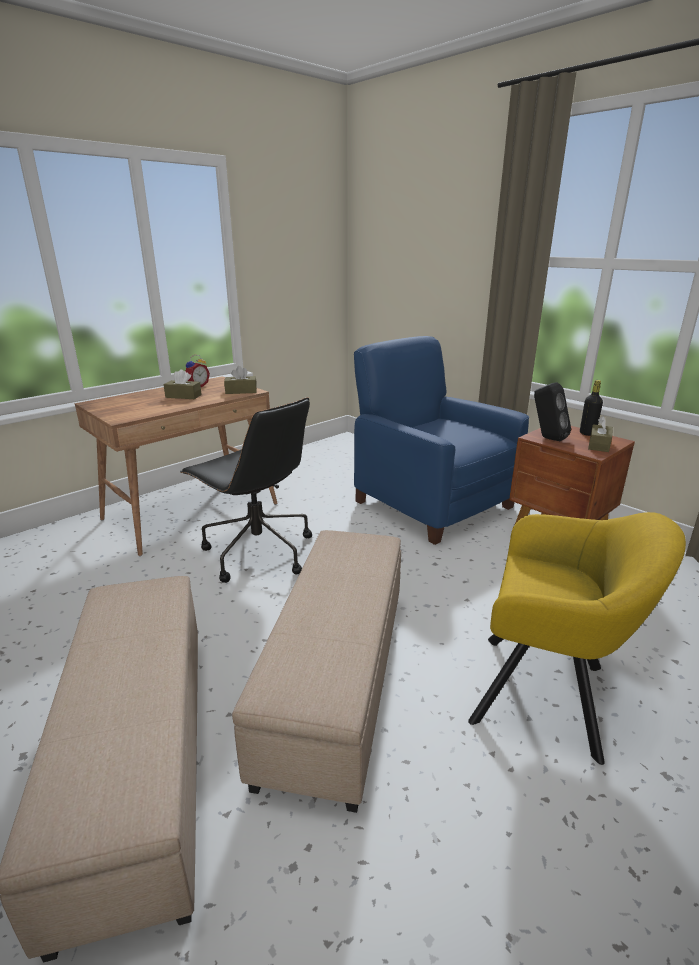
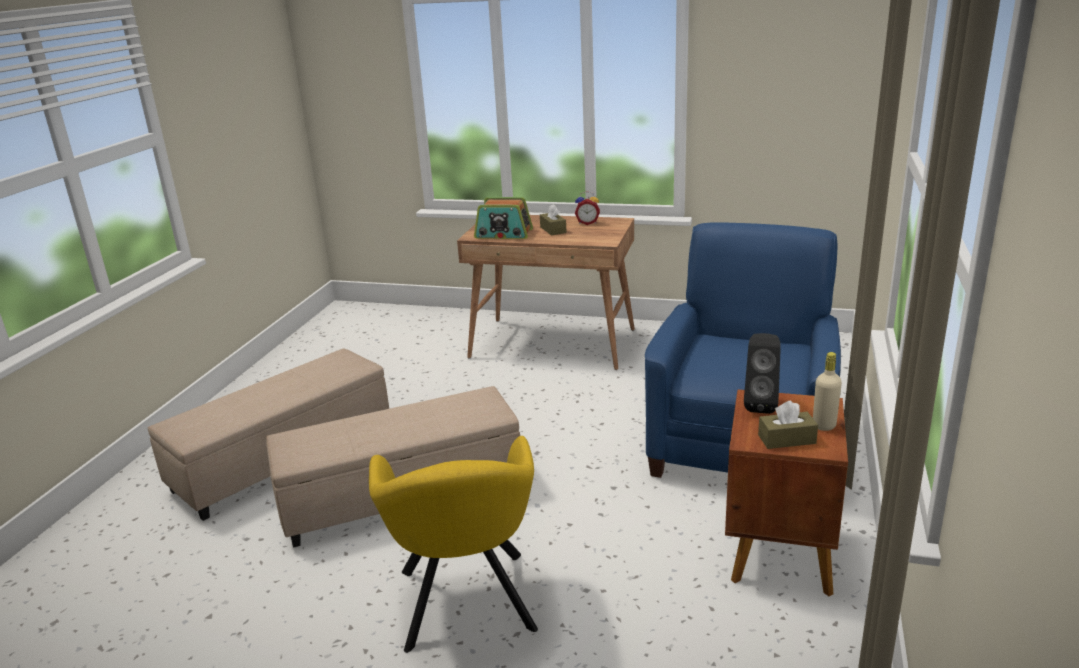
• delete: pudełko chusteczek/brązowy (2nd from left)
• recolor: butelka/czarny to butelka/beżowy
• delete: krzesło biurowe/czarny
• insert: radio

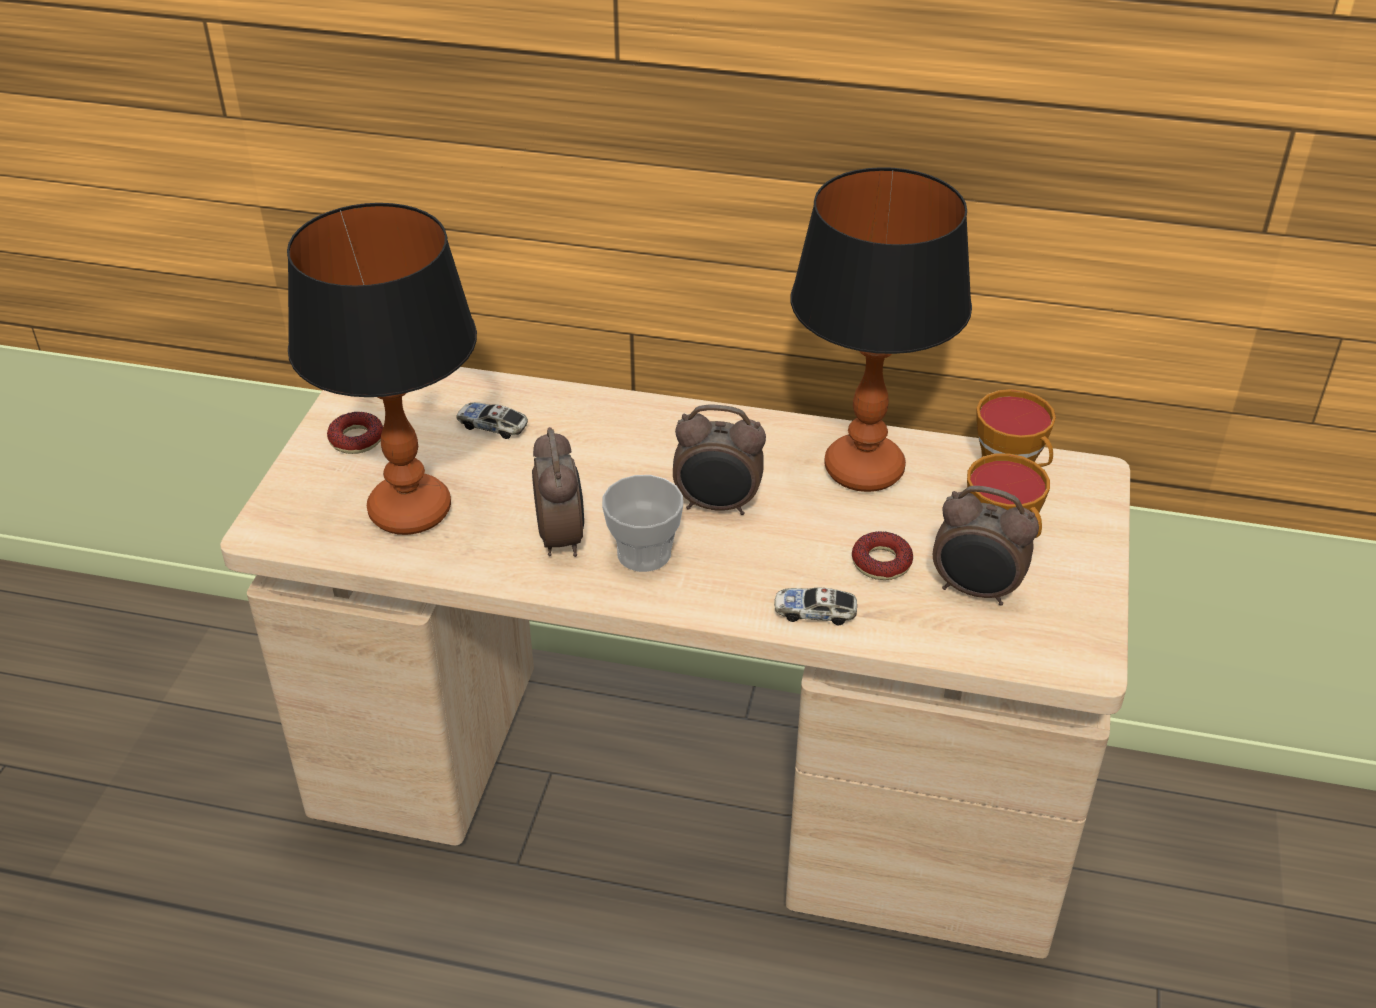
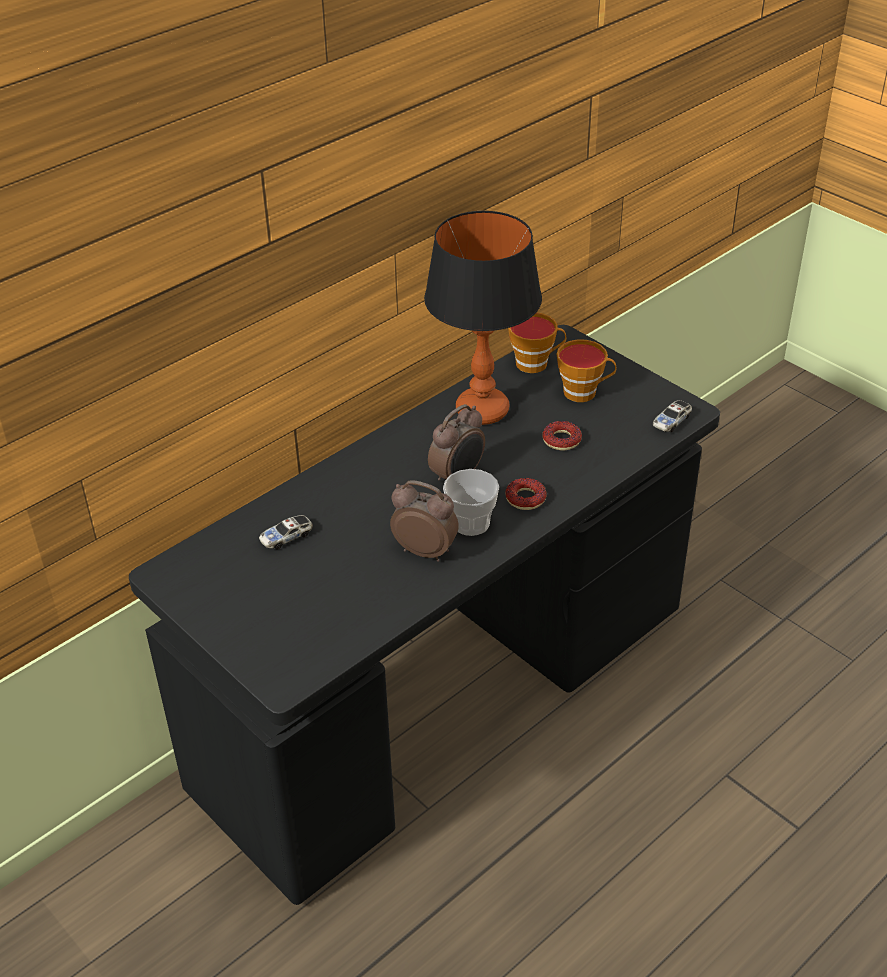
• delete: lampa stołowa (1st from left)
• recolor: biurko/beżowy to biurko/czarny
• move: donut (1st from left)
• delete: budzik (3rd from left)
• move: samochodzik (2nd from left)

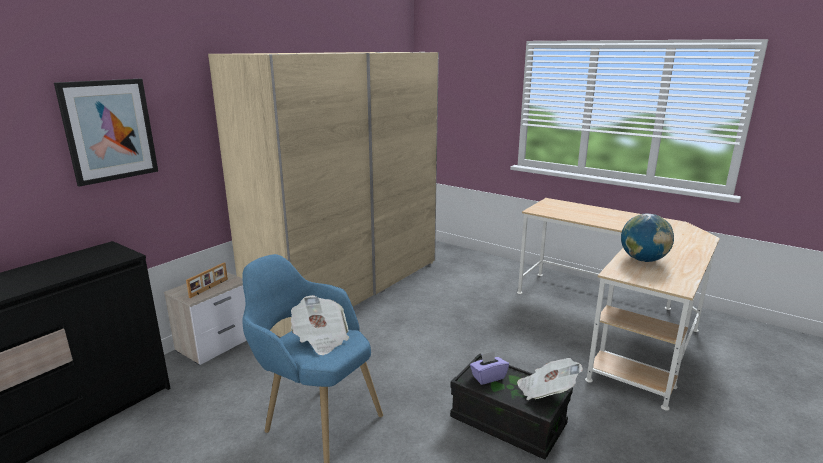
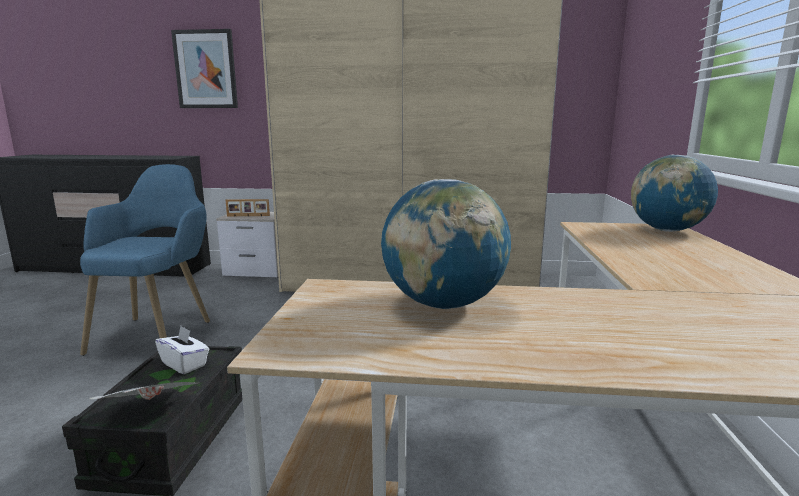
• delete: gazeta (1st from left)
• recolor: pudełko chusteczek/fioletowy to pudełko chusteczek/biały
• insert: globus (2nd from left)

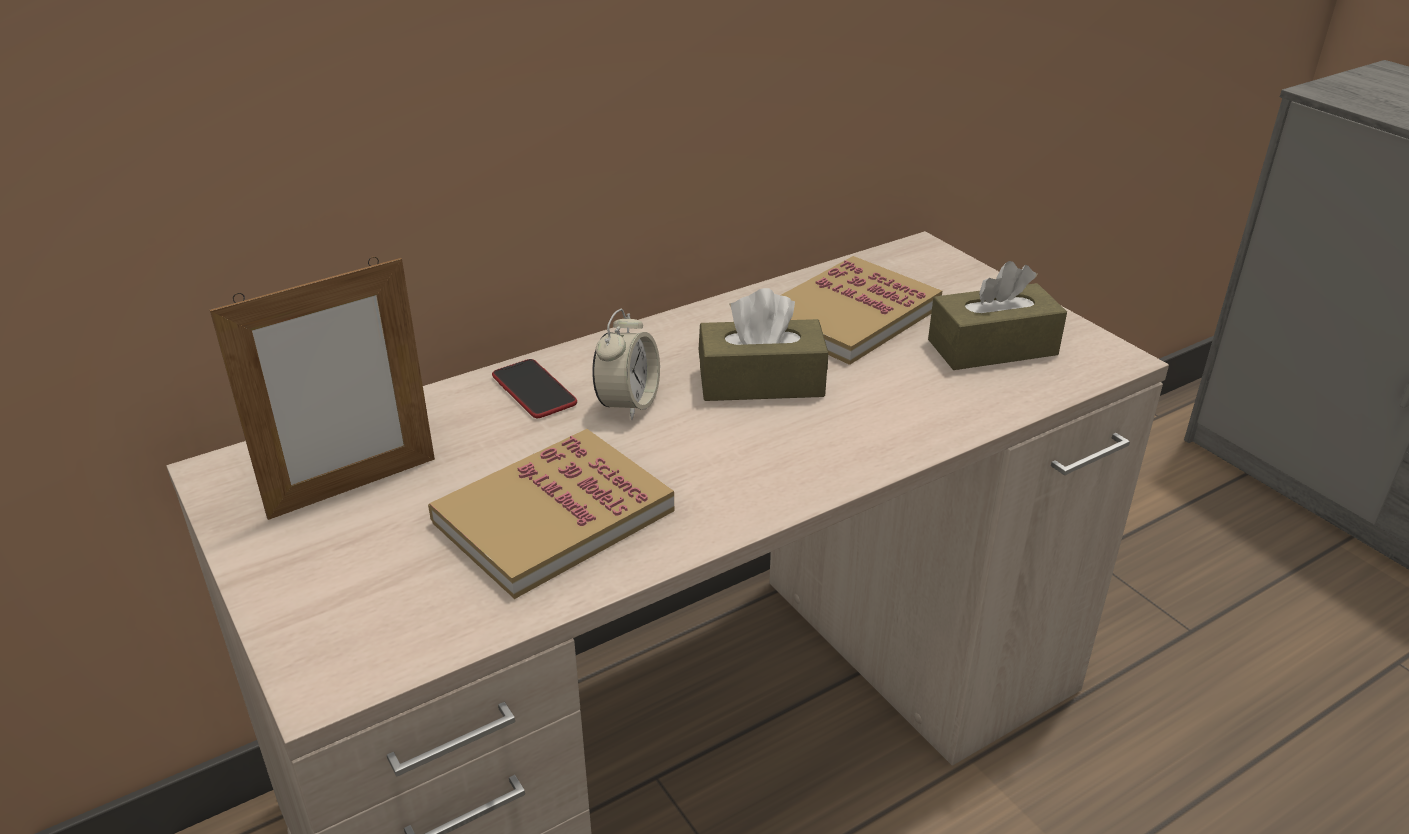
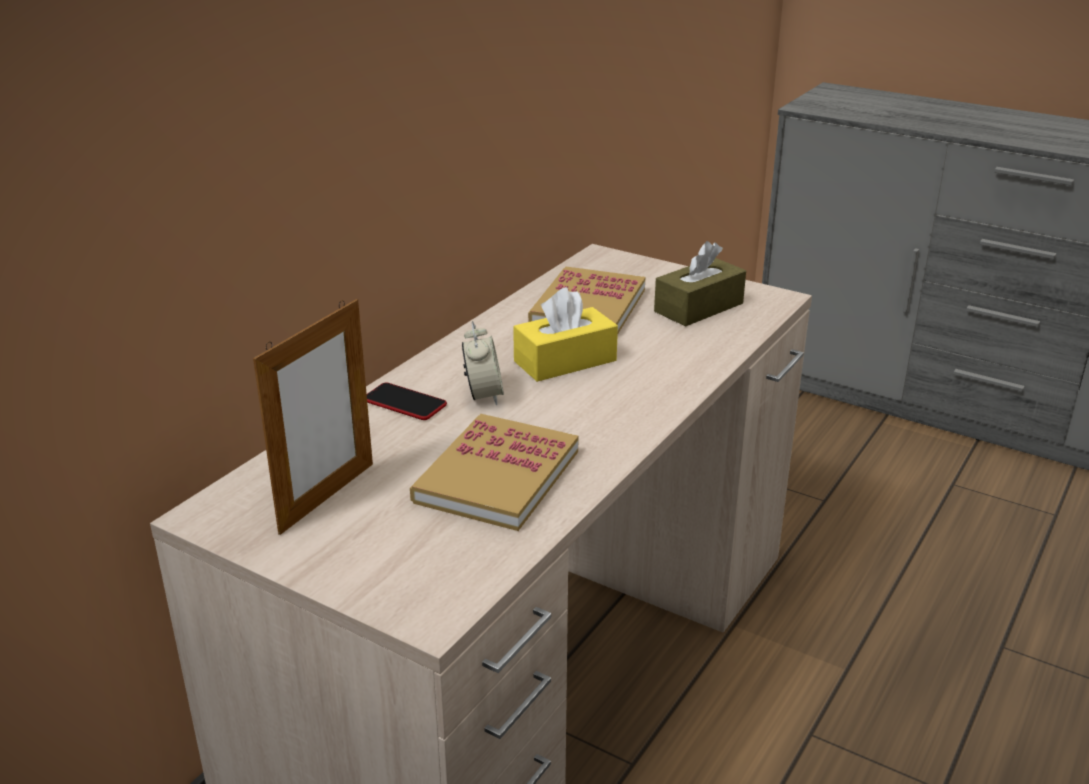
• recolor: pudełko chusteczek/brązowy (1st from left) to pudełko chusteczek/żółty

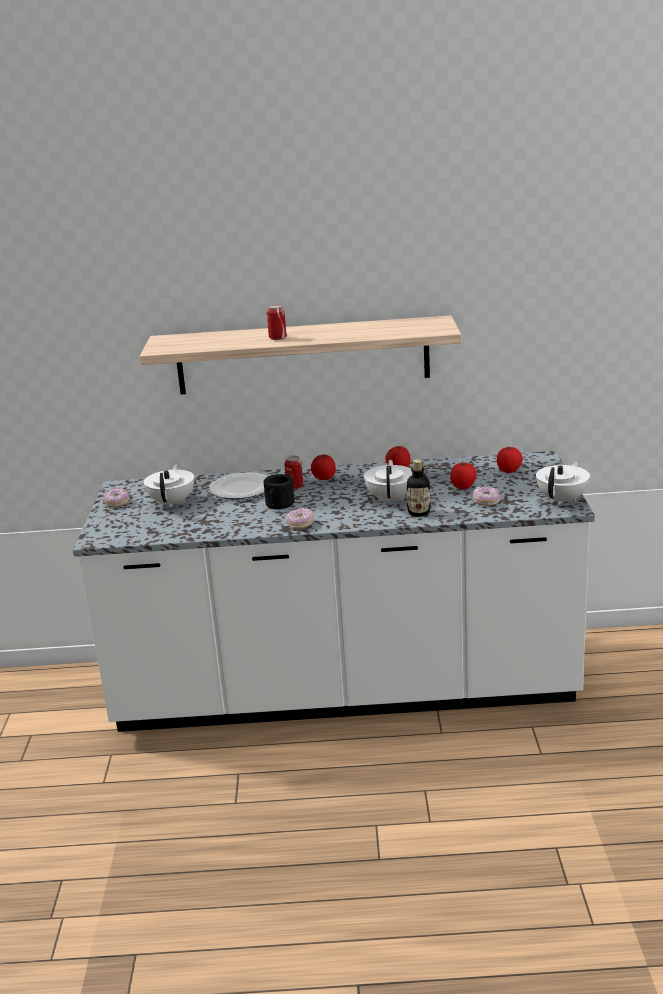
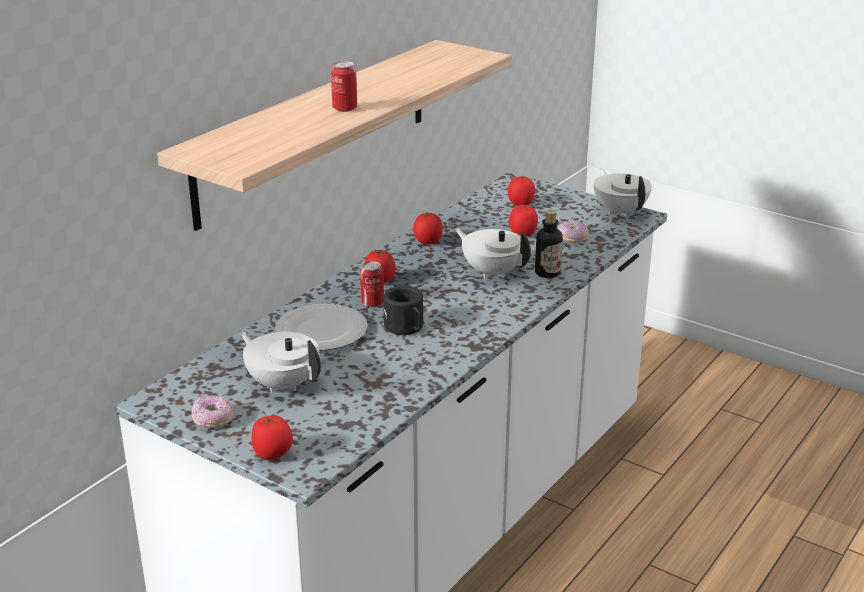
• delete: donut (2nd from left)
• insert: pomidor (1st from left)

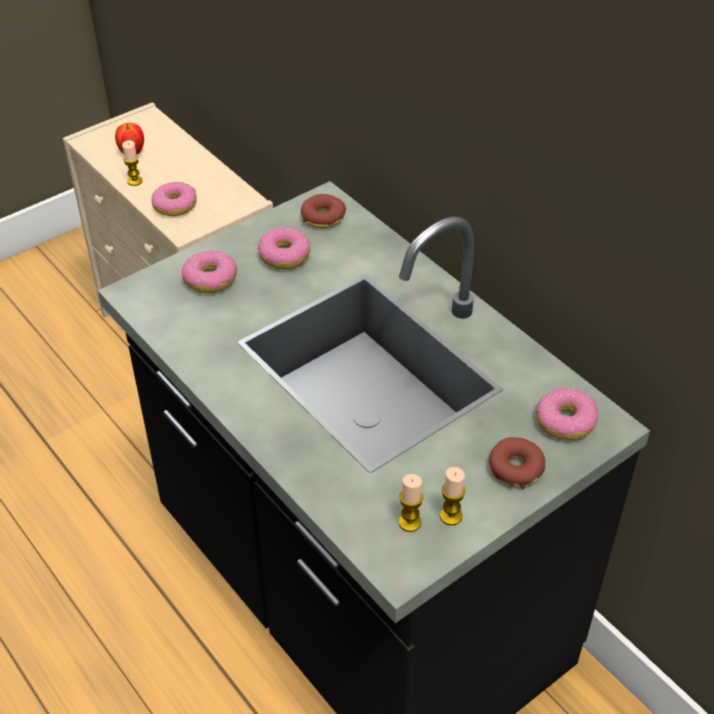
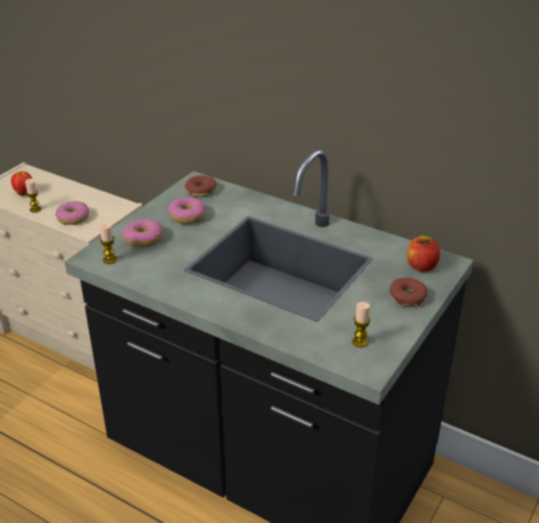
• replace: donut (6th from left) to jabłko (2nd from left)
• move: świeca (3rd from left in the first image) to świeca (2nd from left)

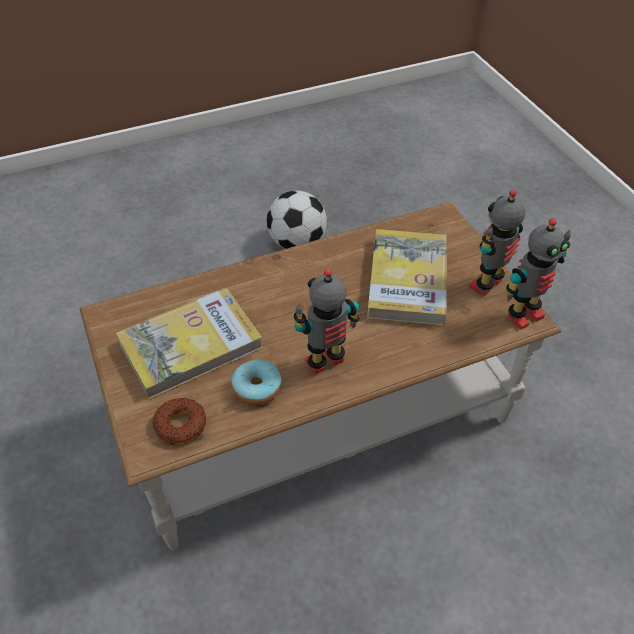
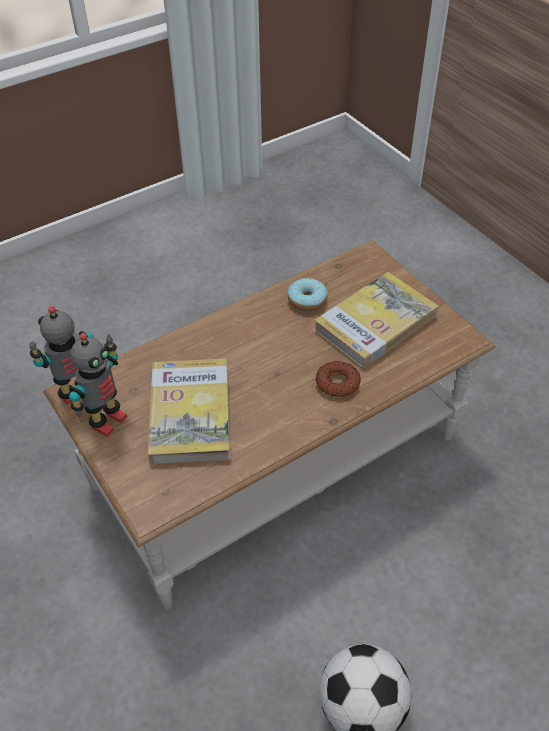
• delete: robot zabawkowy (1st from left)
• move: donut (1st from left in the first image) to donut (2nd from left)

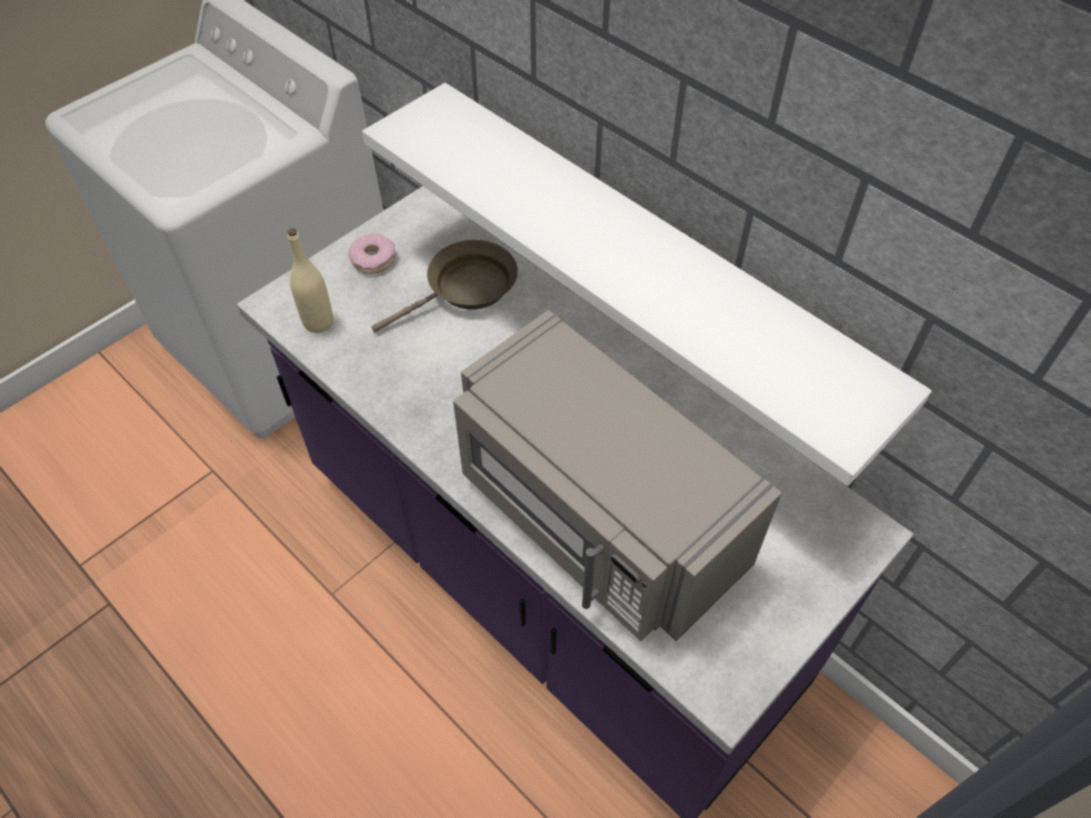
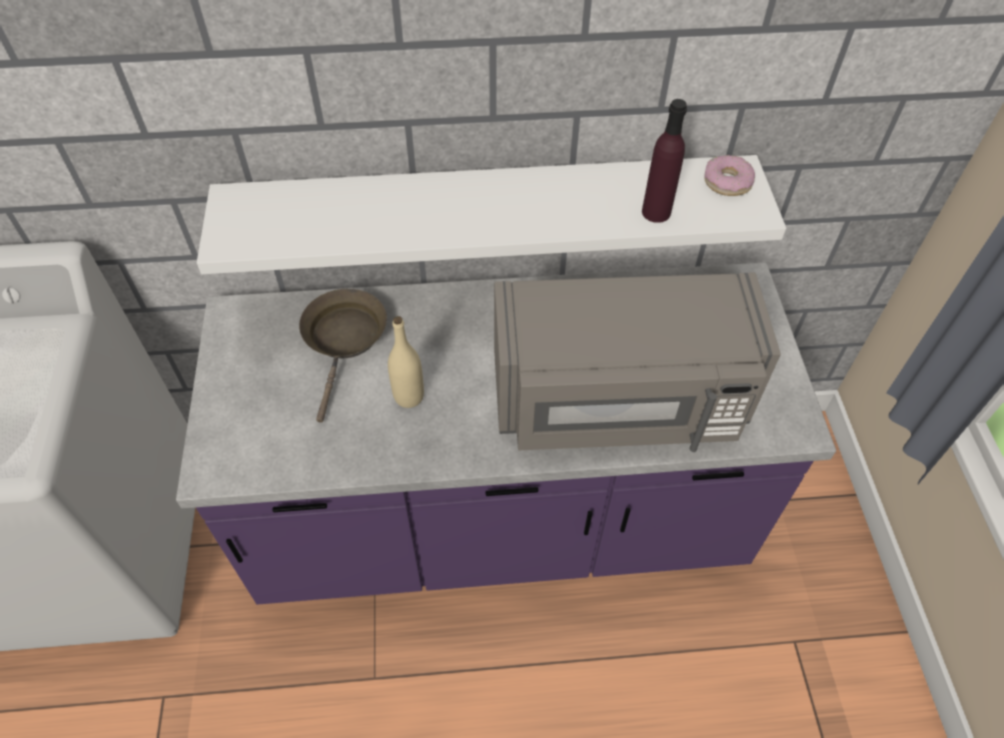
• move: butelka/beżowy
• move: donut
• insert: butelka/fioletowy

